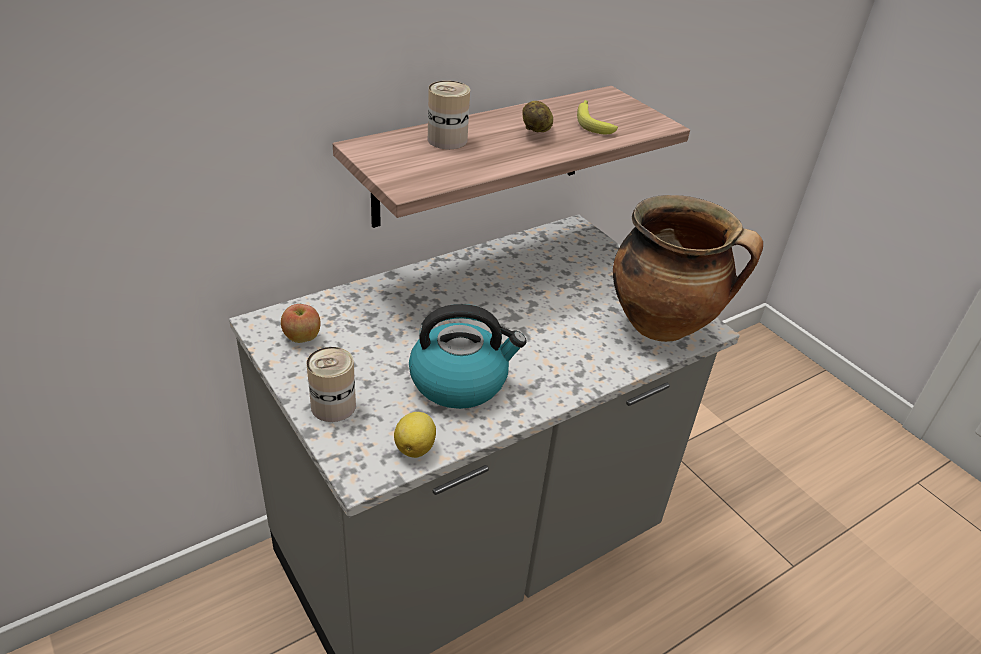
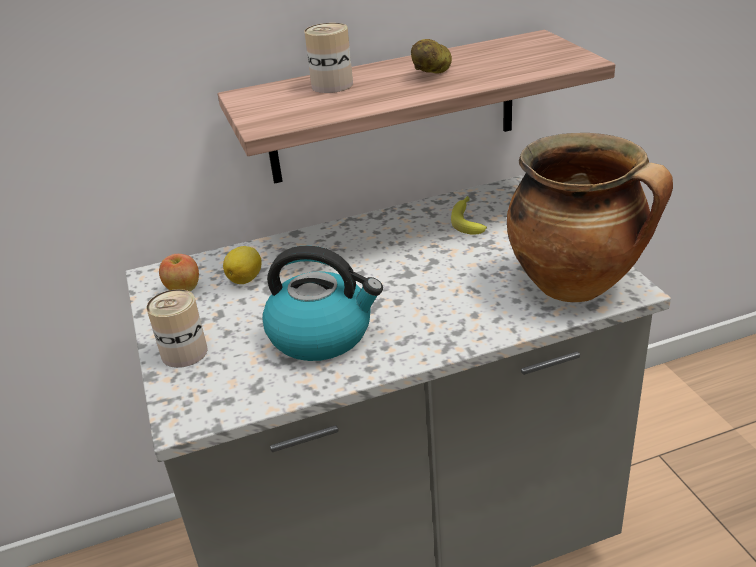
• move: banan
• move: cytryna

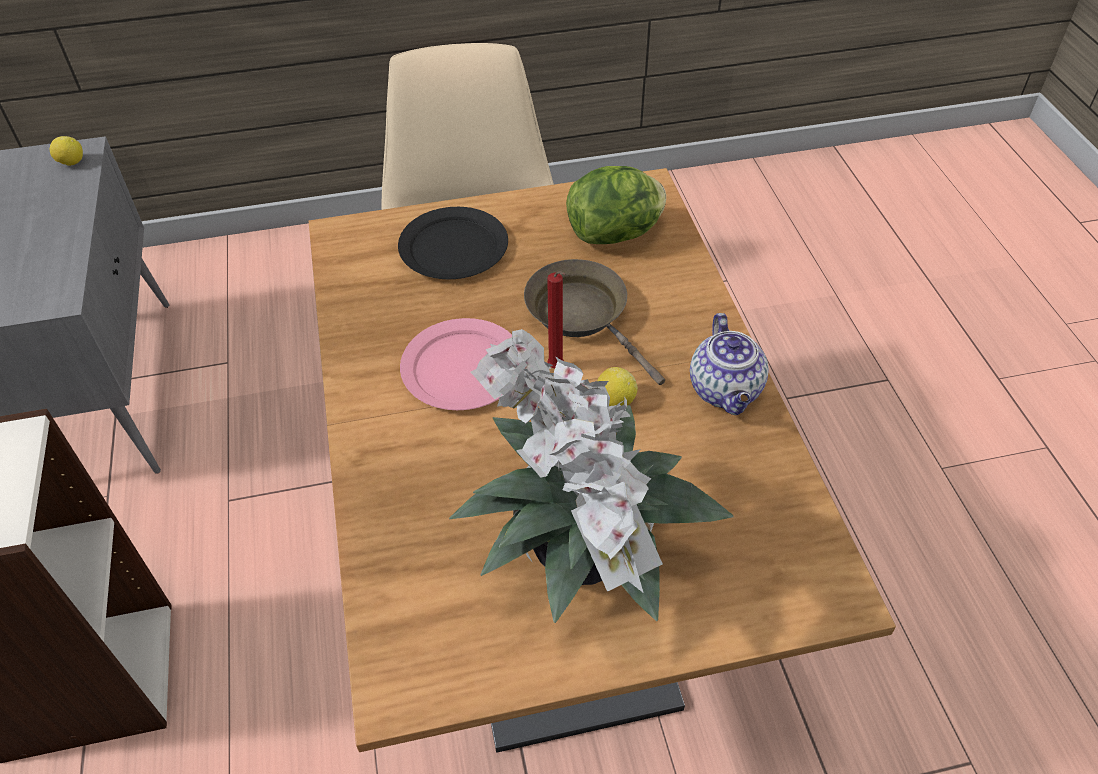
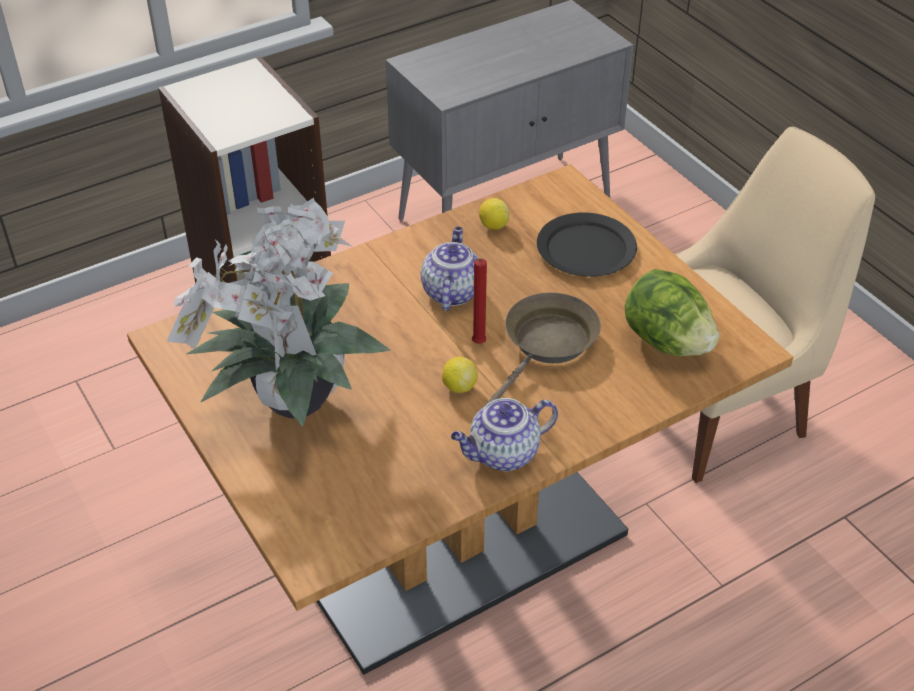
• move: cytryna (1st from left in the first image) to cytryna (2nd from left)
• replace: talerz/różowy to imbryk (1st from left)

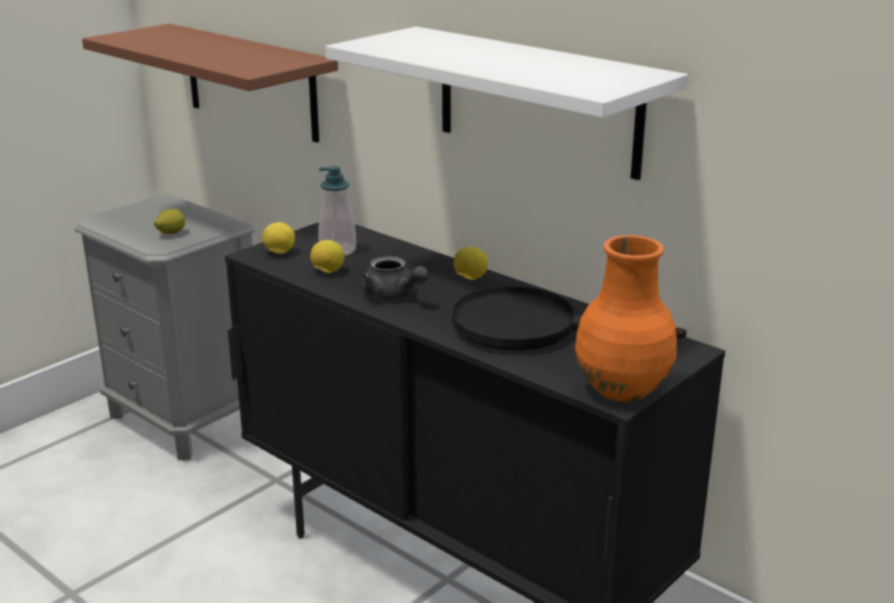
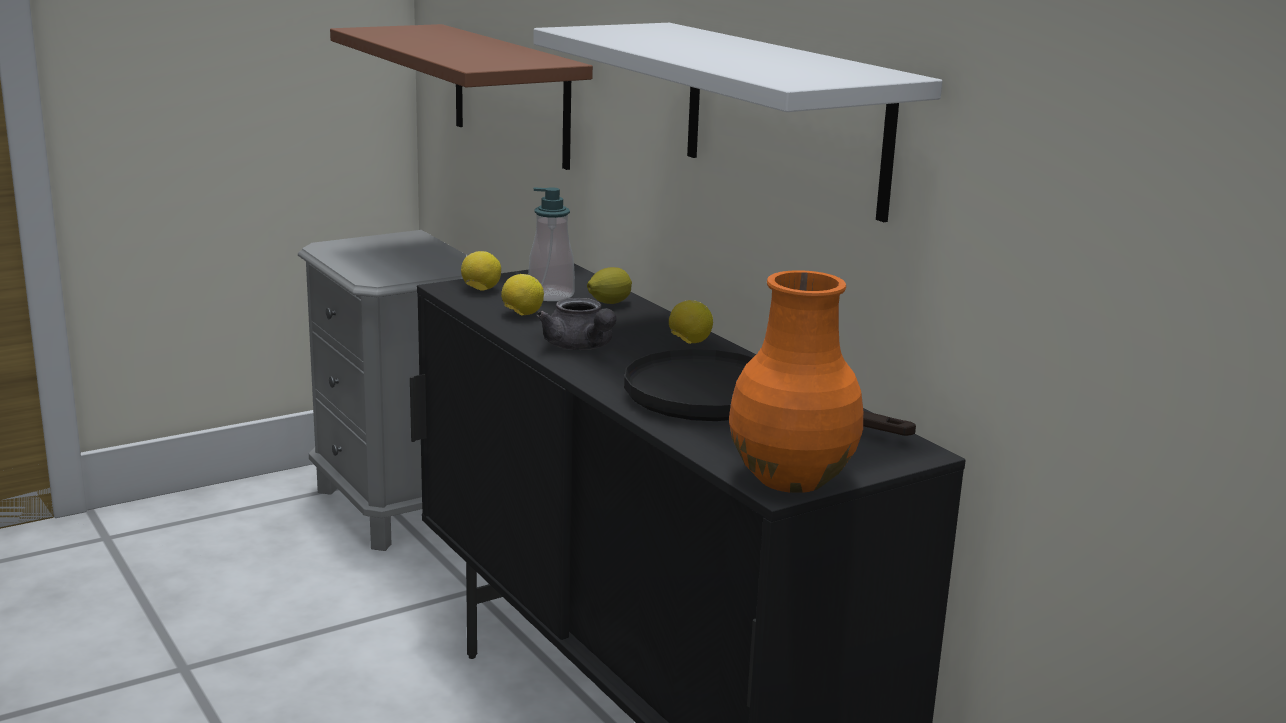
• move: cytryna (1st from left in the first image) to cytryna (3rd from left)

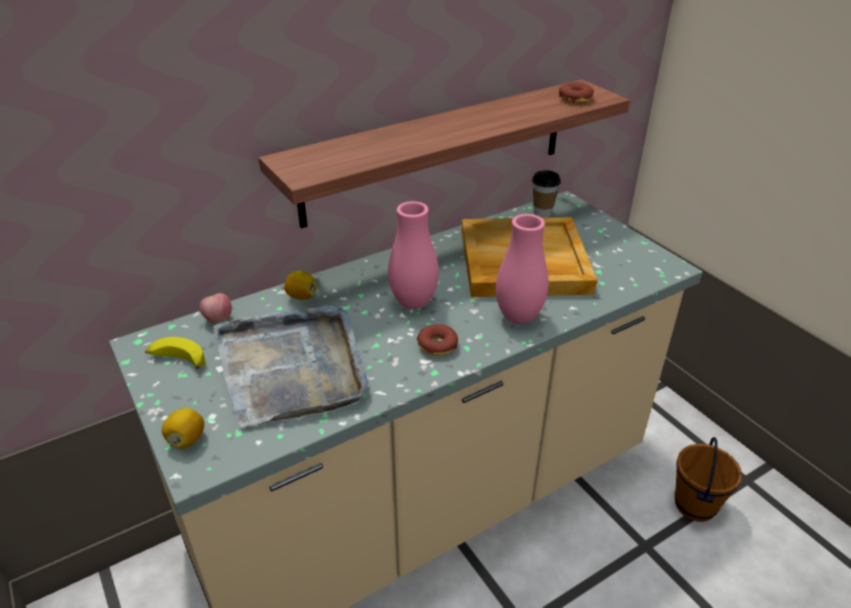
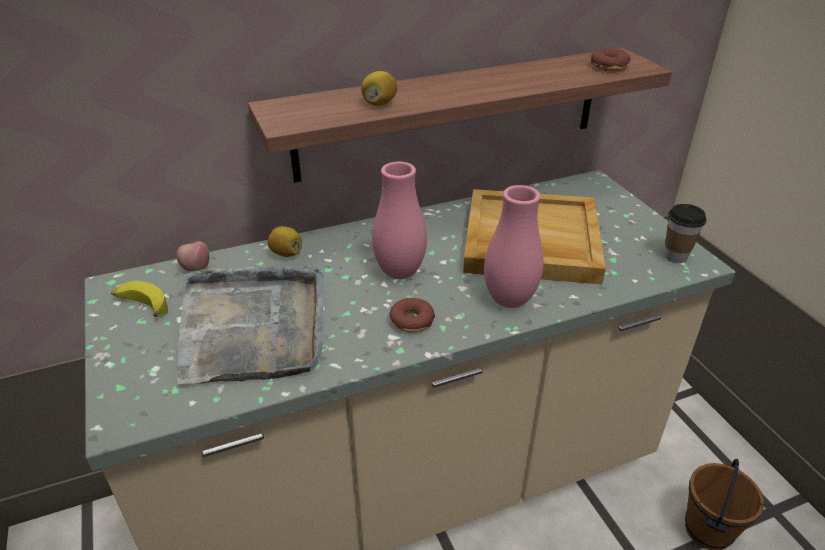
• move: filiżanka
• move: cytryna (1st from left in the first image) to cytryna (2nd from left)

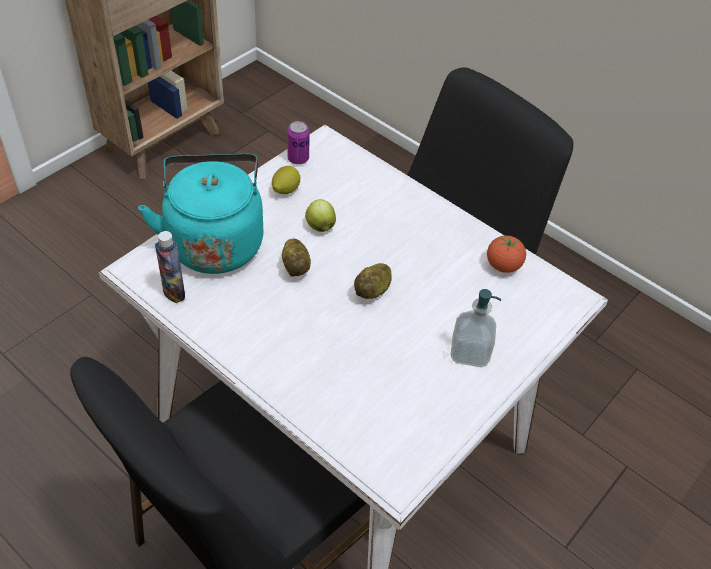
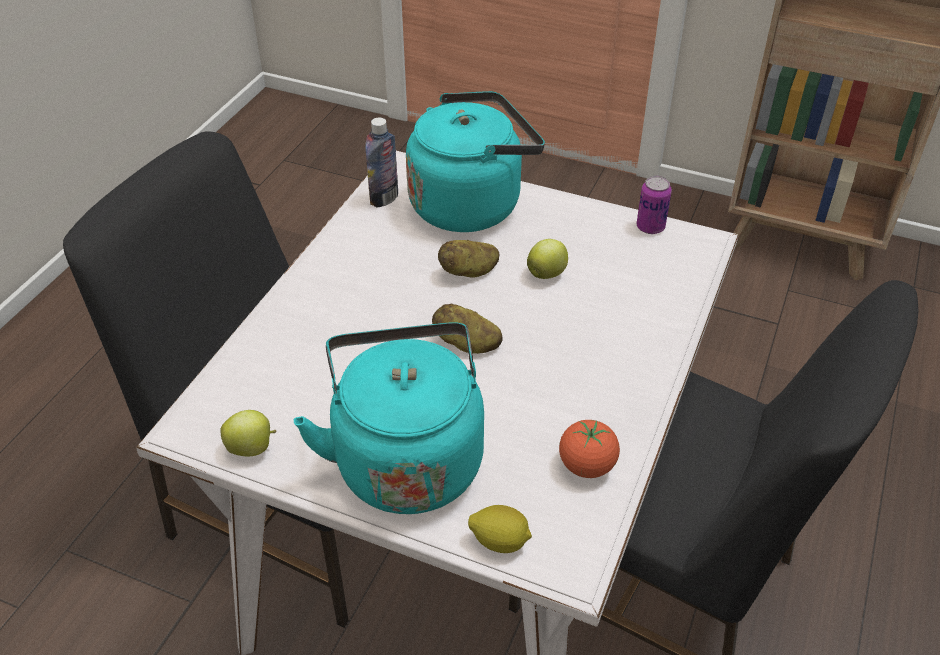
• move: cytryna
• replace: dozownik mydła to czajnik/turkusowy (1st from left)
• insert: jabłko (1st from left)

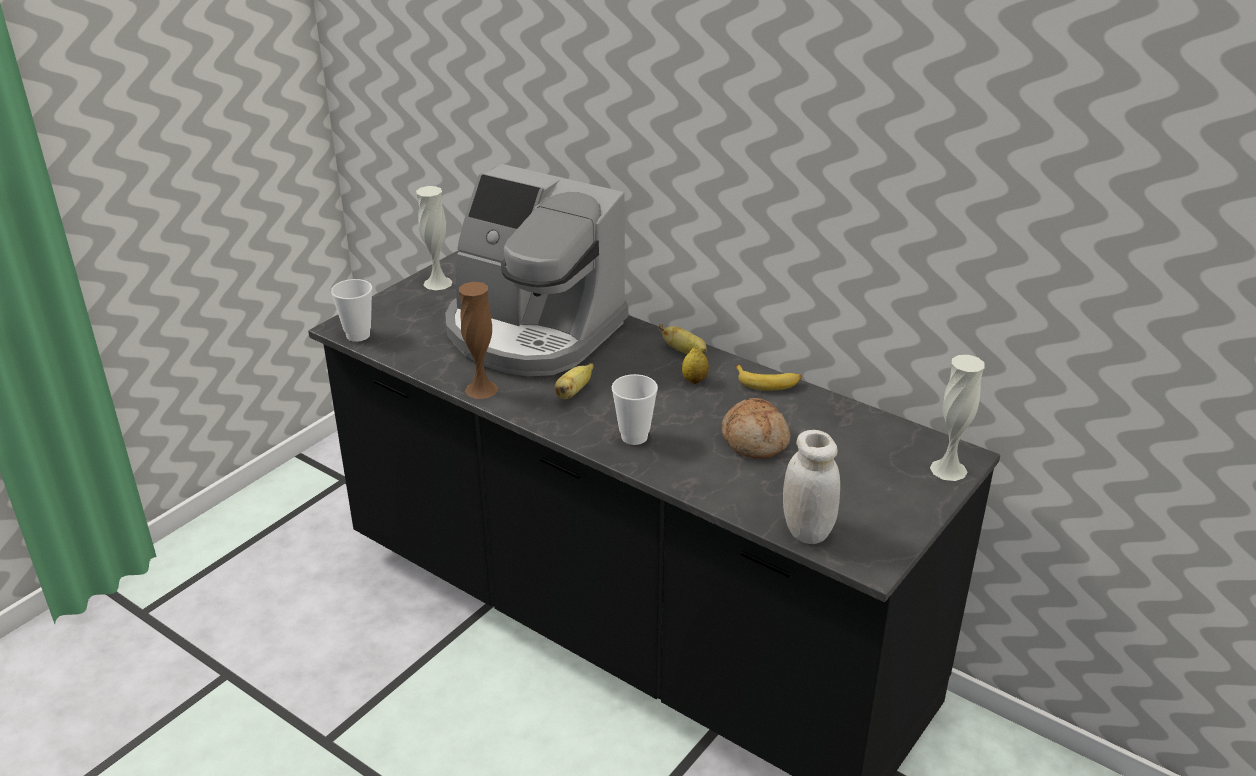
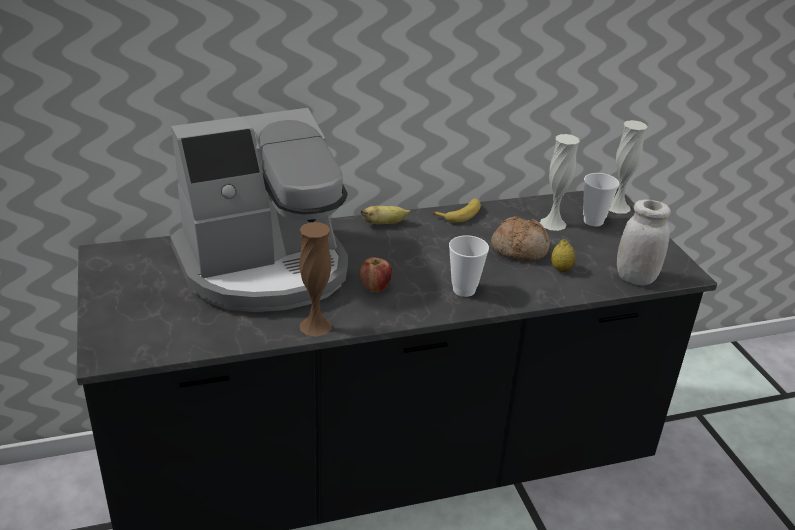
• move: wazon/biały (1st from left)
• move: filiżanka (1st from left in the first image) to filiżanka (2nd from left)
• move: cytryna
• replace: banan (1st from left) to jabłko

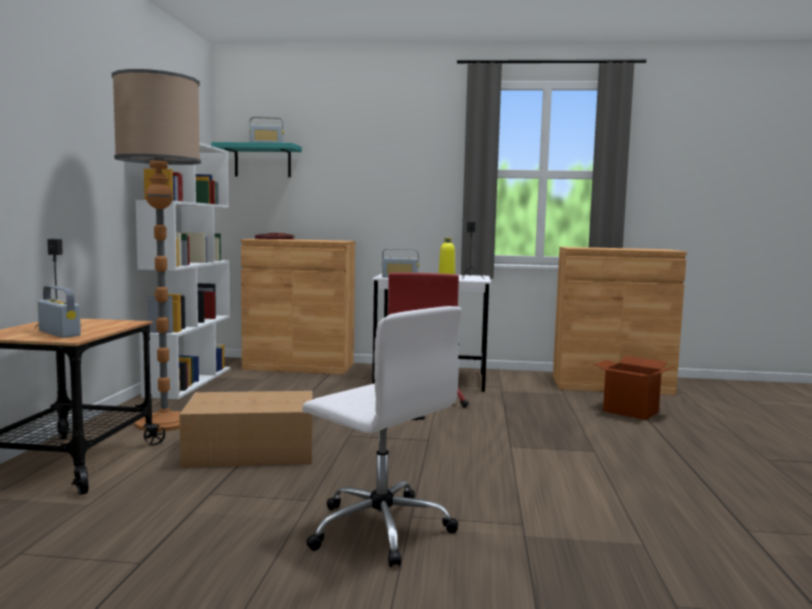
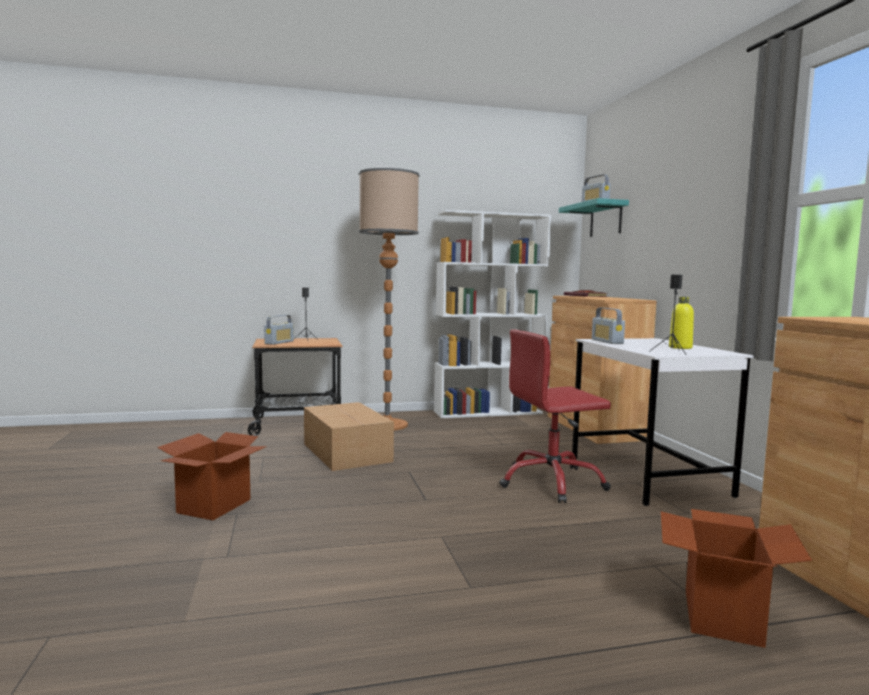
• replace: krzesło biurowe/biały to karton (1st from left)

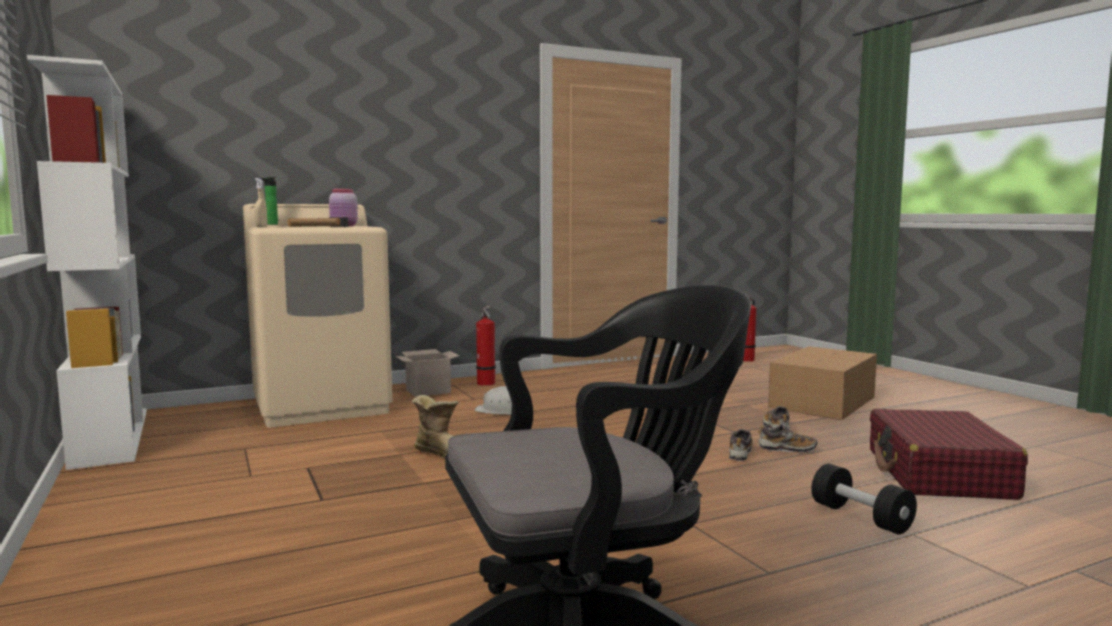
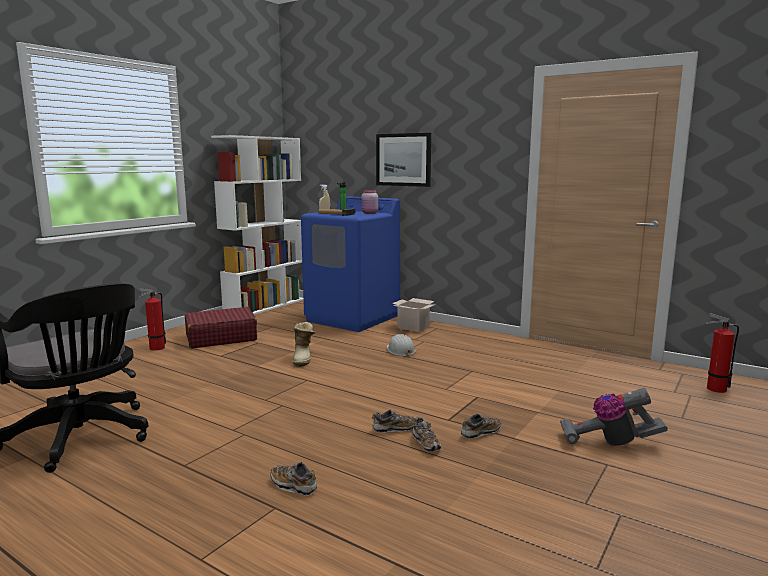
• recolor: pralka/beżowy to pralka/niebieski
• move: gaśnica (1st from left)
• replace: karton (2nd from left) to odkurzacz
• move: walizka/czerwony
• replace: hantel/czarny to but (1st from left)
• insert: obraz

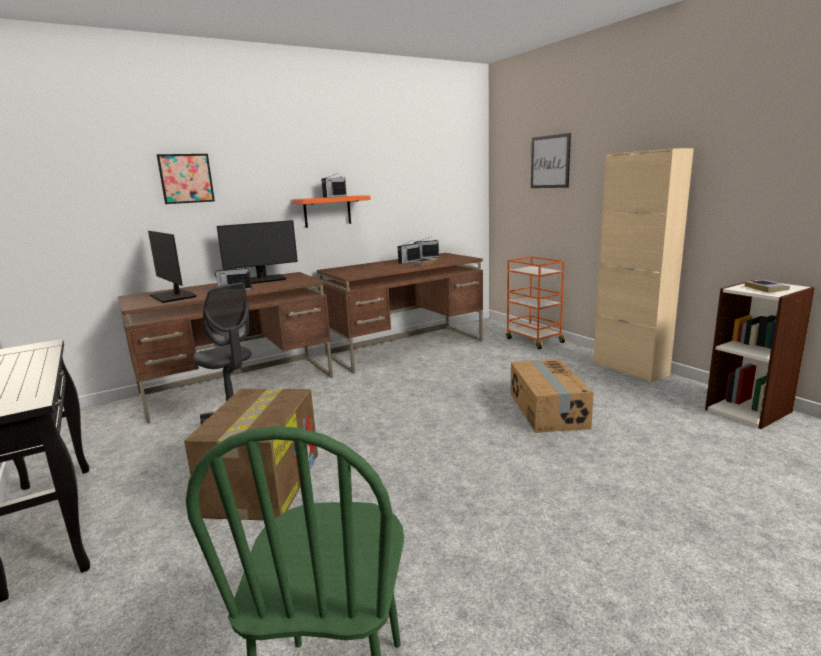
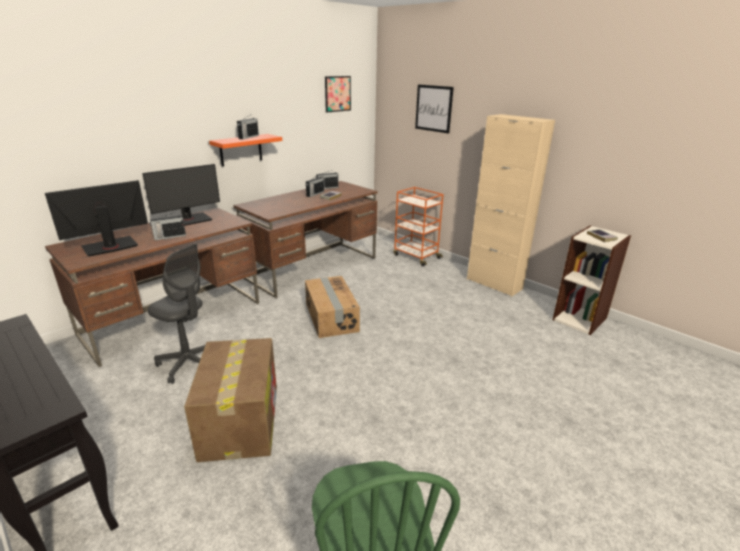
• move: obraz (1st from left)
• rotate: monitor (1st from left) 105 degrees clockwise
• move: karton (2nd from left)

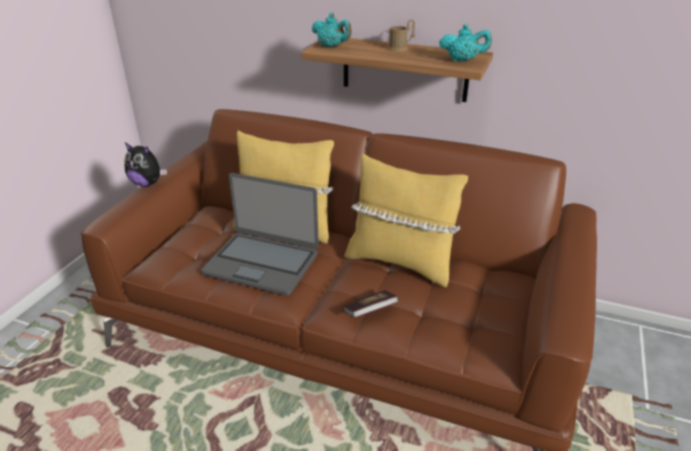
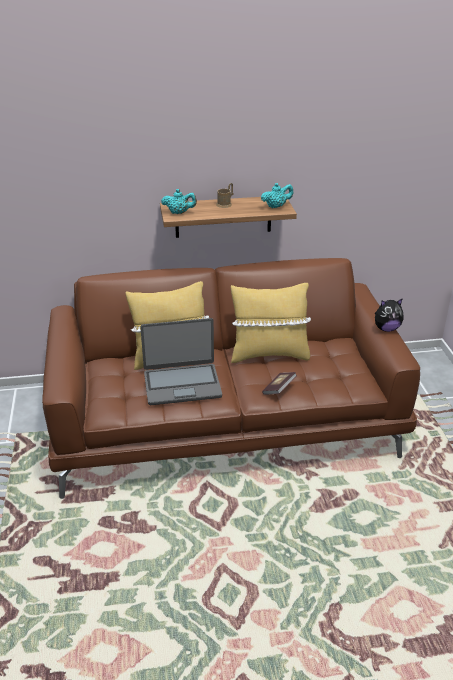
• move: pluszak

